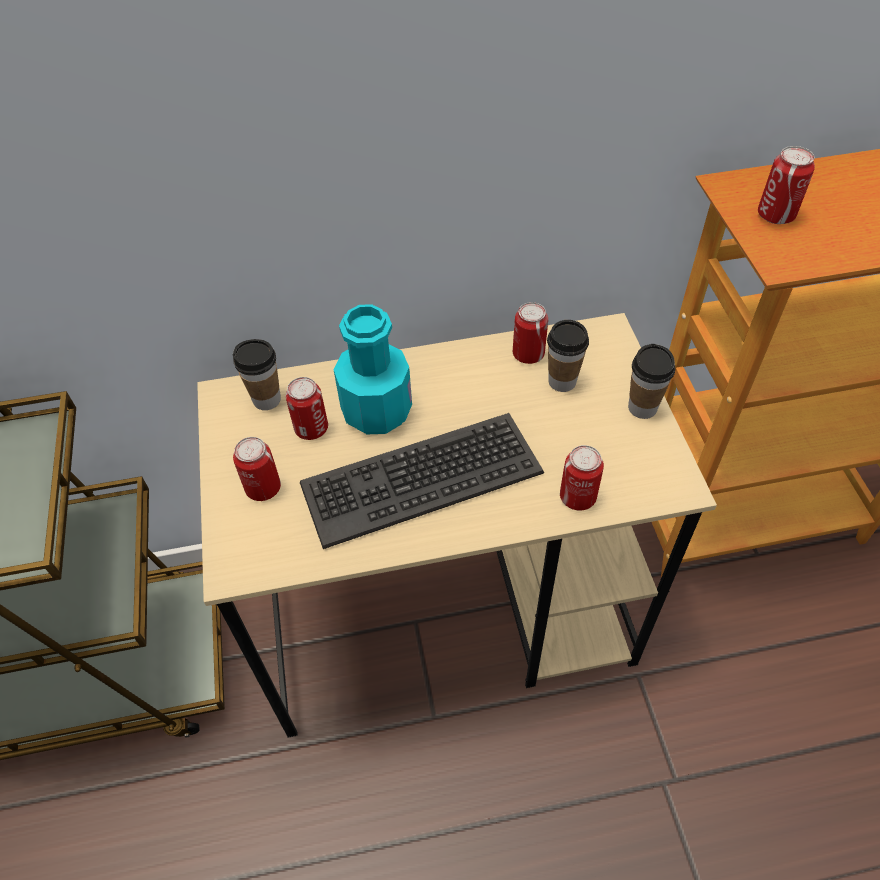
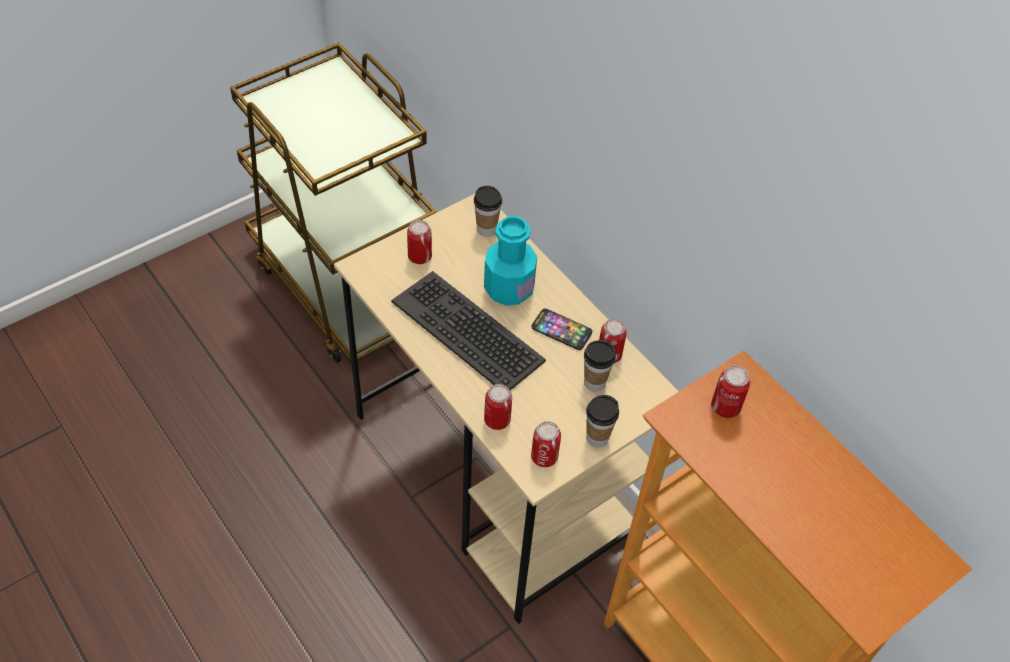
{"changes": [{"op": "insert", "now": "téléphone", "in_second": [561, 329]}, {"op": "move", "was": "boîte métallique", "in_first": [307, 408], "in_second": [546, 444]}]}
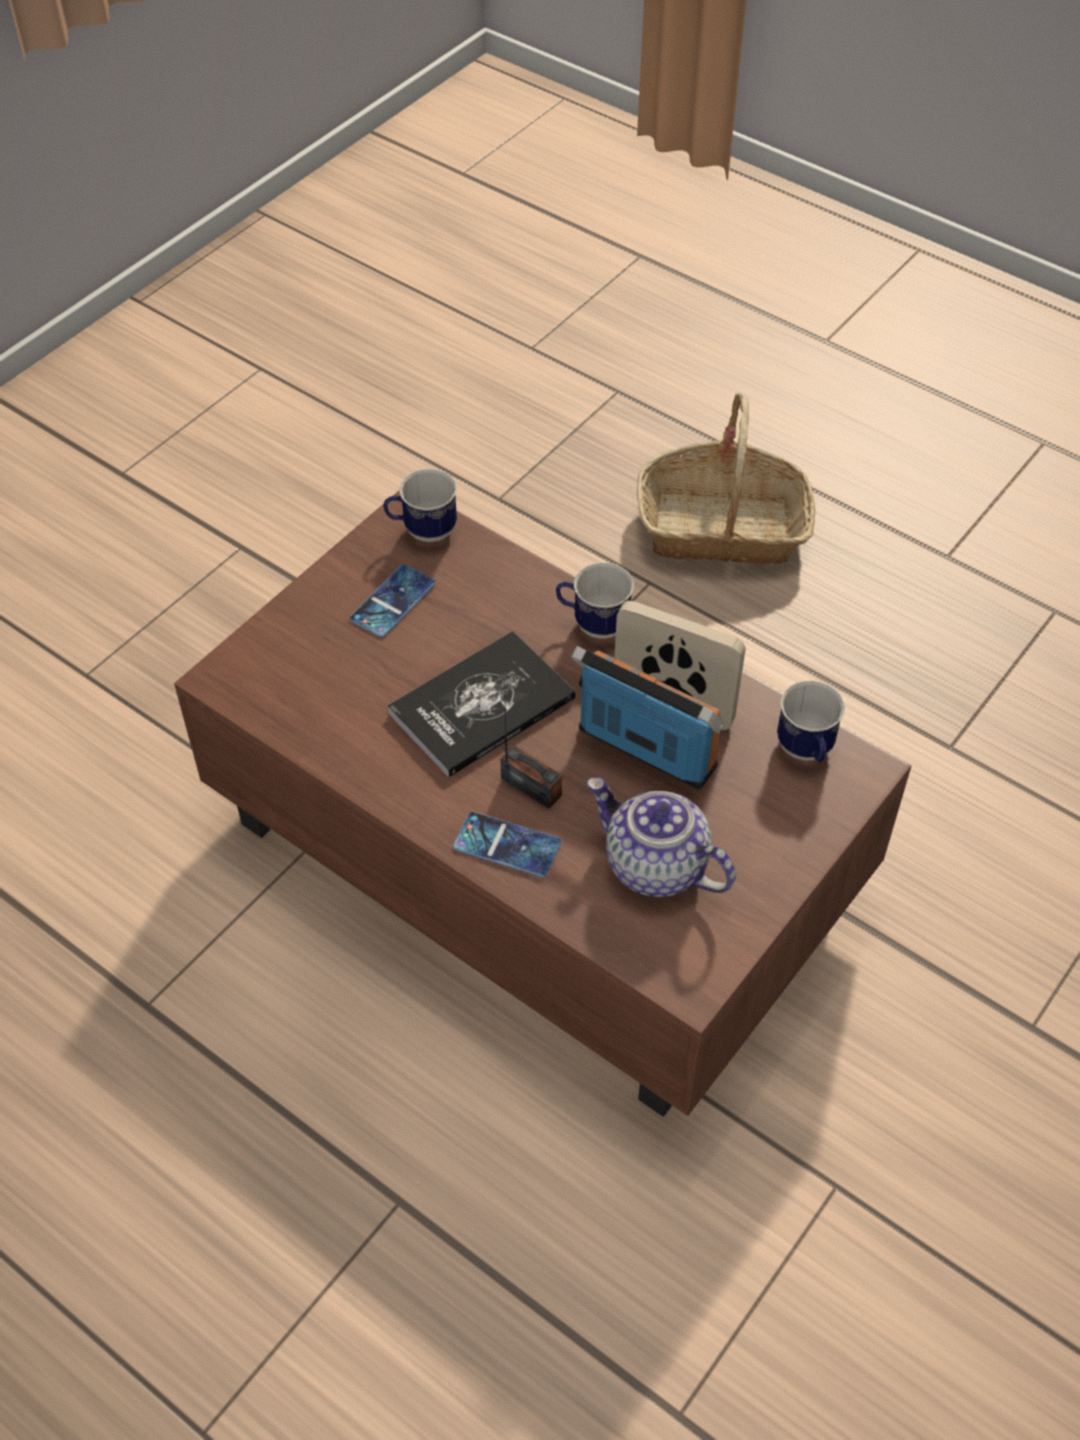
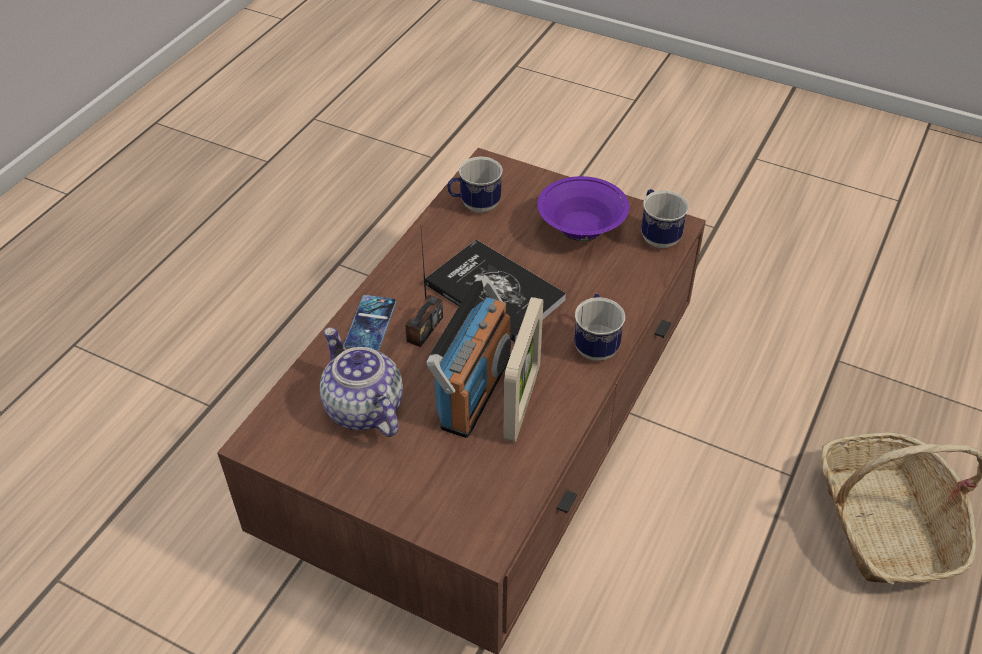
{"changes": [{"op": "rotate", "was": "théière", "in_first": [661, 837], "in_second": [361, 382], "clockwise": -60}, {"op": "move", "was": "mug", "in_first": [811, 721], "in_second": [475, 185]}, {"op": "replace", "was": "téléphone", "now": "bol/violet", "in_first": [393, 600], "in_second": [583, 208]}]}
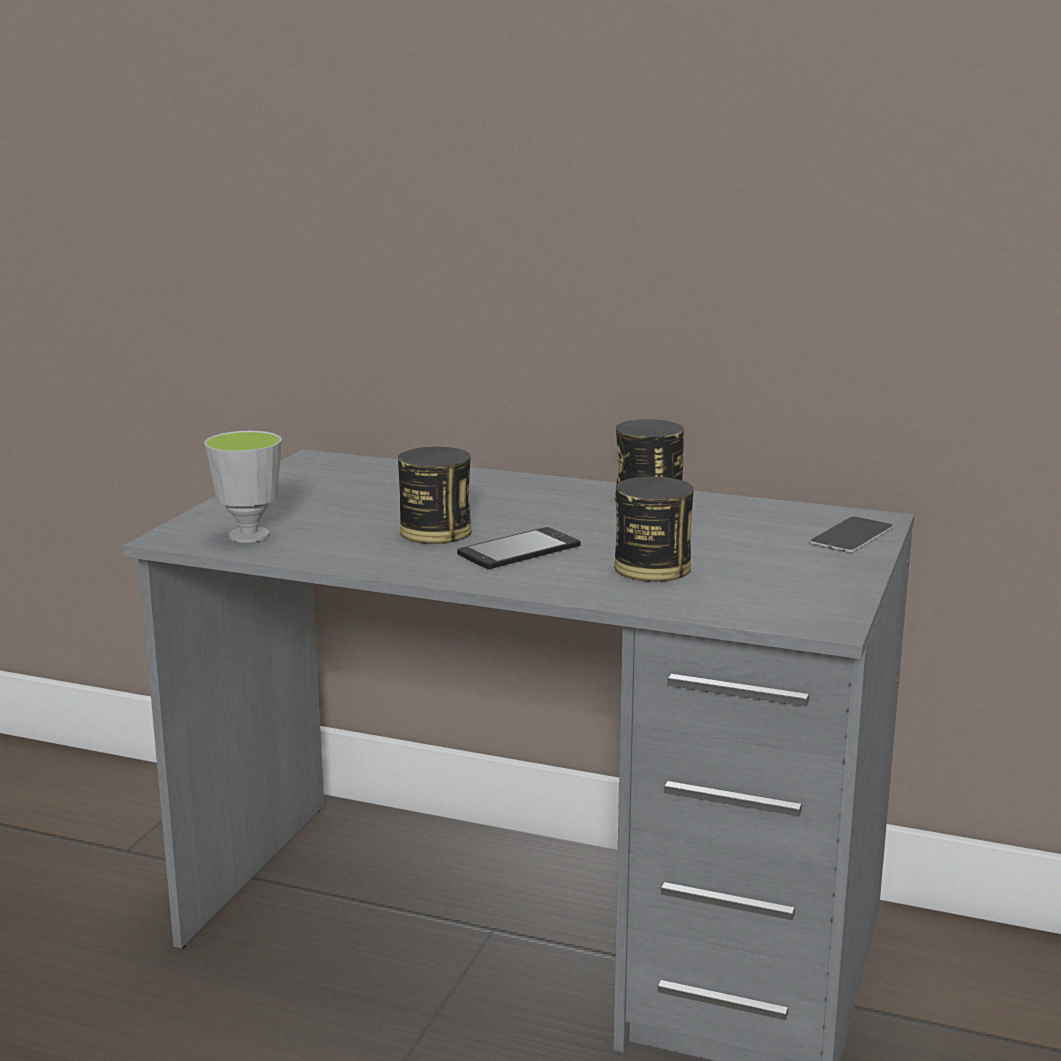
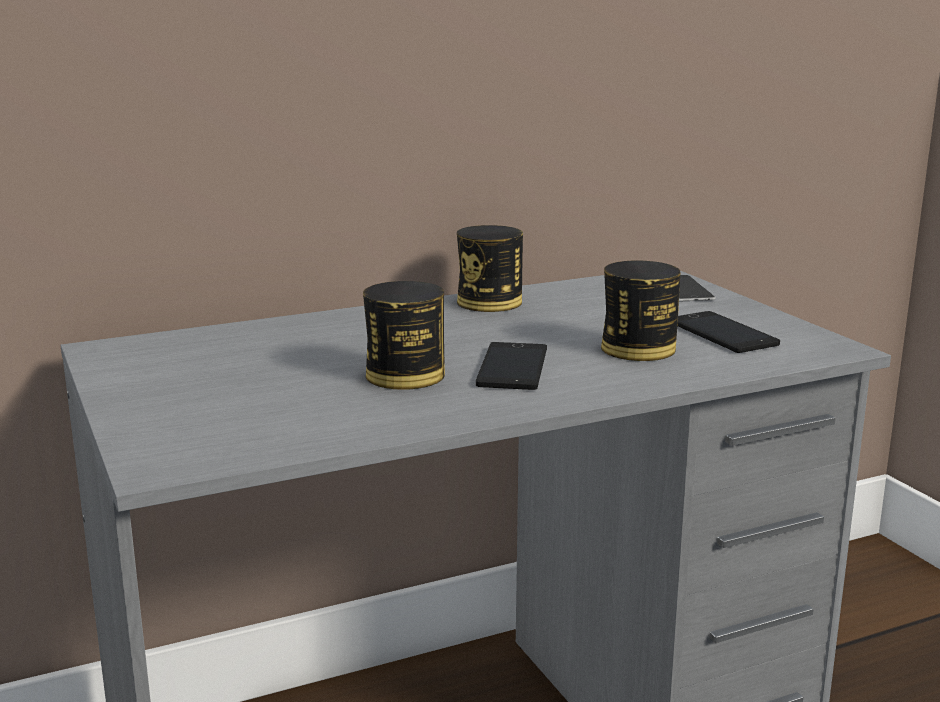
{"changes": [{"op": "insert", "now": "téléphone", "in_second": [728, 332]}, {"op": "delete", "was": "tasse", "in_first": [243, 487]}]}
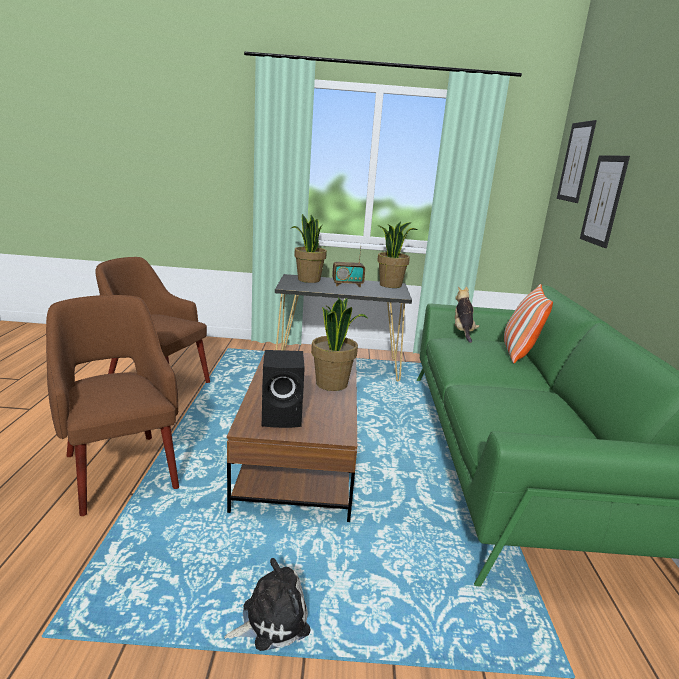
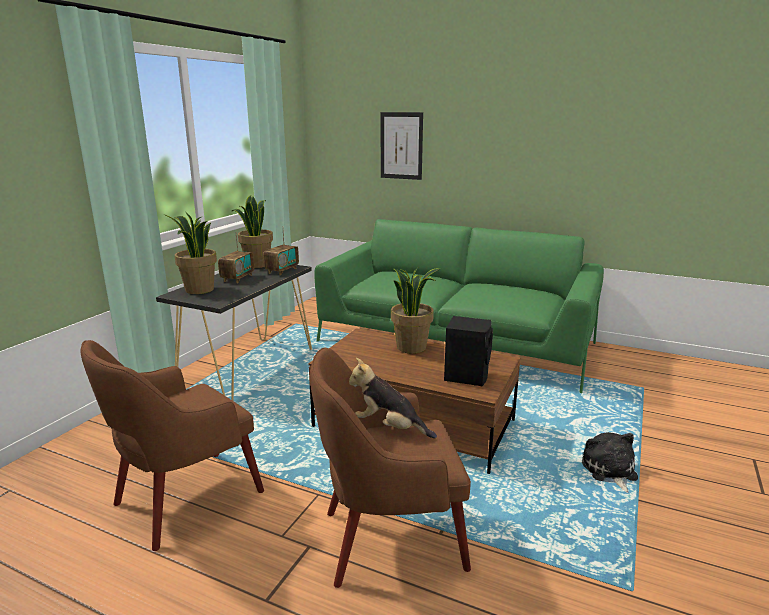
{"changes": [{"op": "insert", "now": "radio", "in_second": [281, 251]}, {"op": "move", "was": "peluche", "in_first": [466, 315], "in_second": [393, 398]}, {"op": "delete", "was": "coussin", "in_first": [528, 324]}, {"op": "delete", "was": "tableau", "in_first": [577, 161]}]}
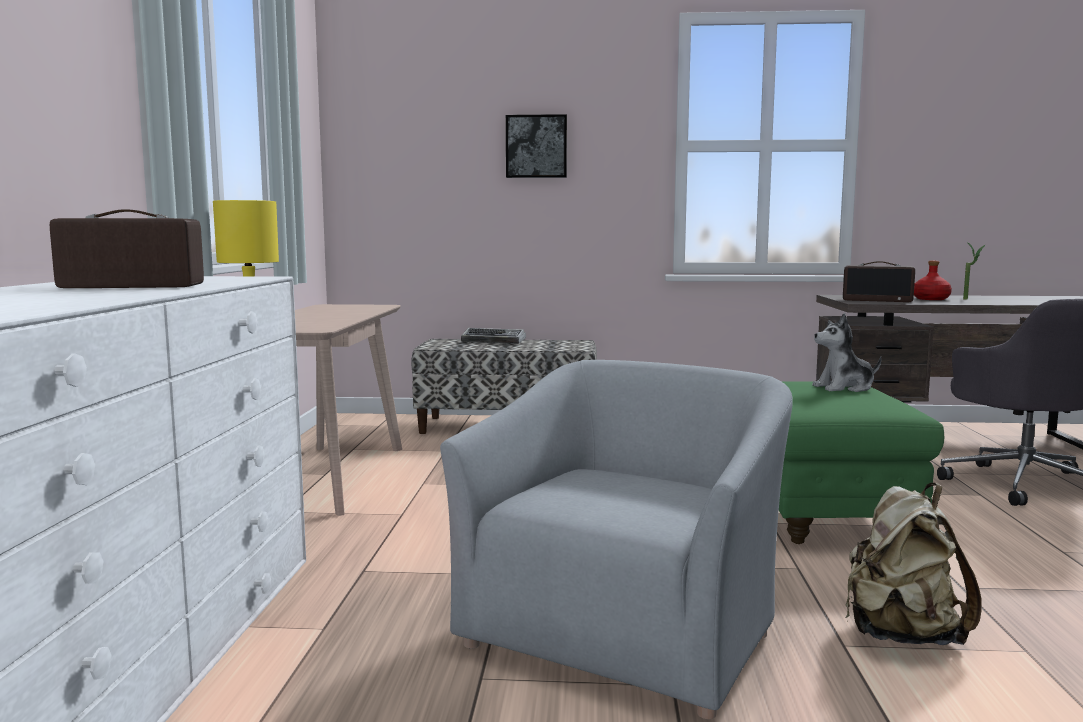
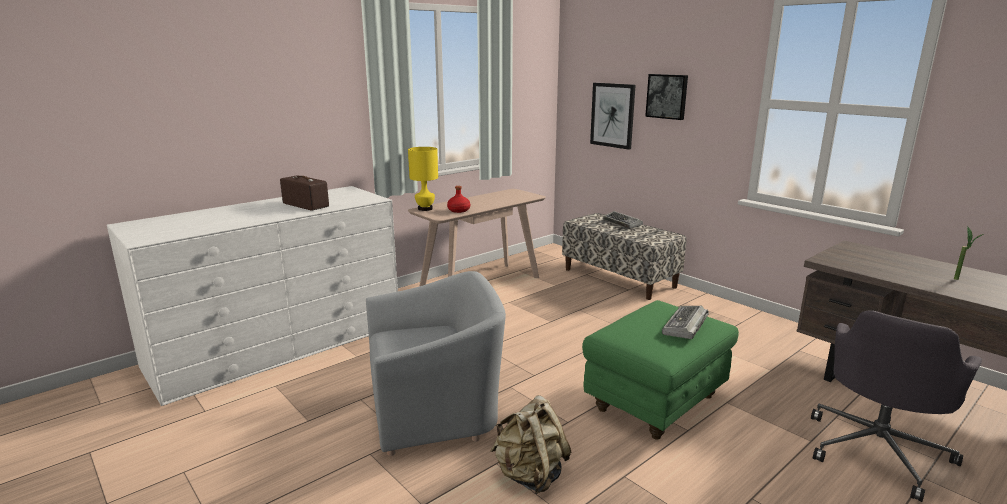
{"changes": [{"op": "move", "was": "bouteille/rouge", "in_first": [933, 280], "in_second": [458, 199]}, {"op": "insert", "now": "tableau", "in_second": [613, 116]}, {"op": "replace", "was": "peluche", "now": "clavier", "in_first": [847, 352], "in_second": [685, 322]}, {"op": "delete", "was": "radio", "in_first": [879, 281]}]}
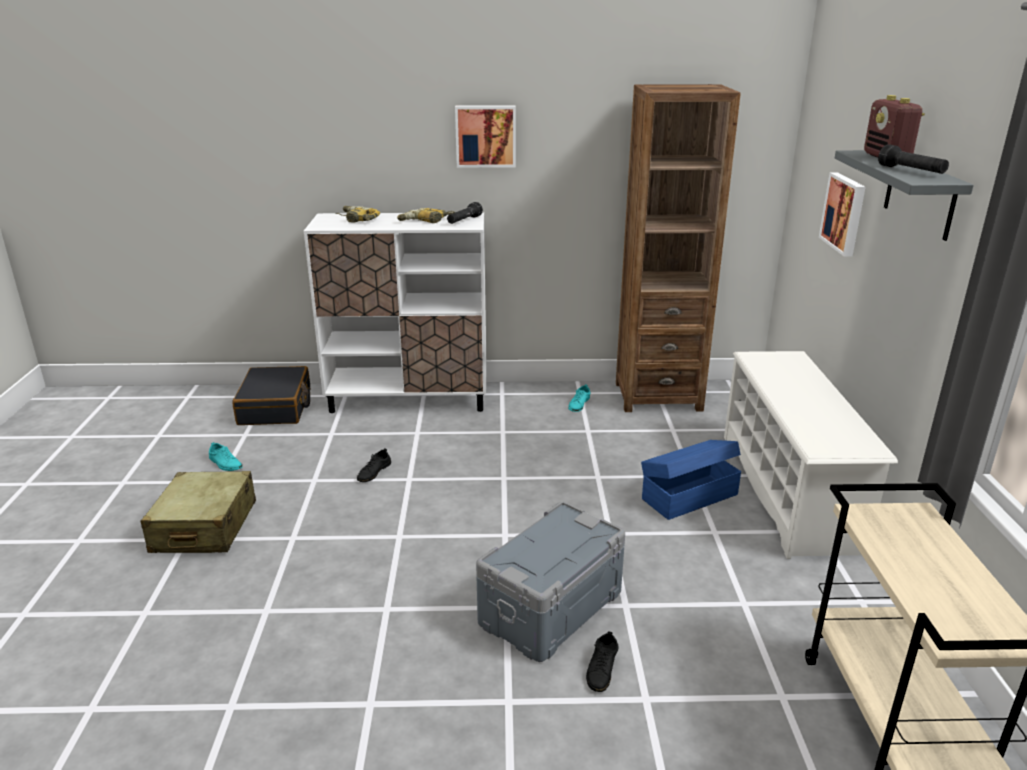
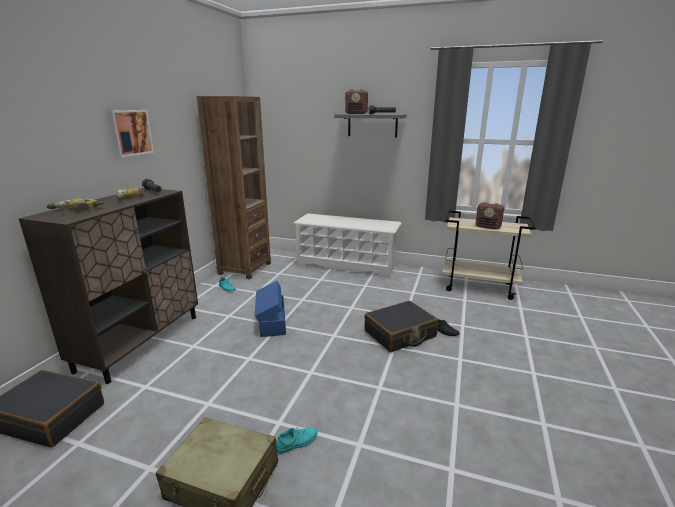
{"changes": [{"op": "recolor", "was": "meuble de rangement/blanc", "now": "meuble de rangement/marron", "in_first": [395, 313], "in_second": [108, 286]}, {"op": "move", "was": "boîte de rangement/bleu", "in_first": [691, 480], "in_second": [270, 309]}, {"op": "move", "was": "chaussure/turquoise", "in_first": [226, 456], "in_second": [297, 440]}, {"op": "replace", "was": "boîte de rangement/gris", "now": "valise/noir", "in_first": [550, 582], "in_second": [401, 326]}, {"op": "insert", "now": "radio", "in_second": [489, 216]}, {"op": "delete", "was": "chaussure/noir", "in_first": [374, 465]}, {"op": "delete", "was": "tableau", "in_first": [842, 214]}]}
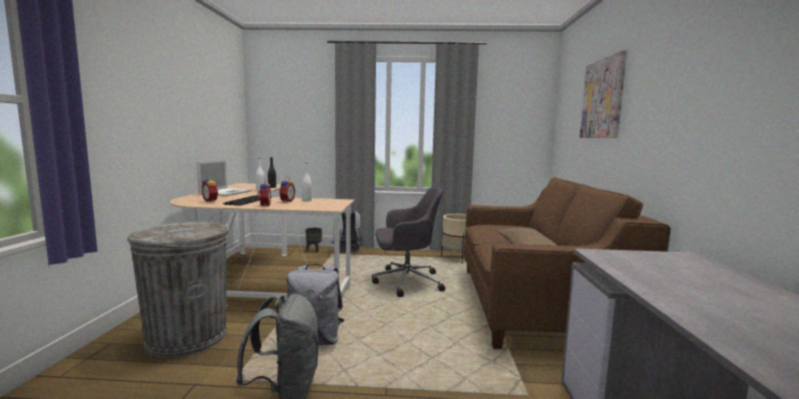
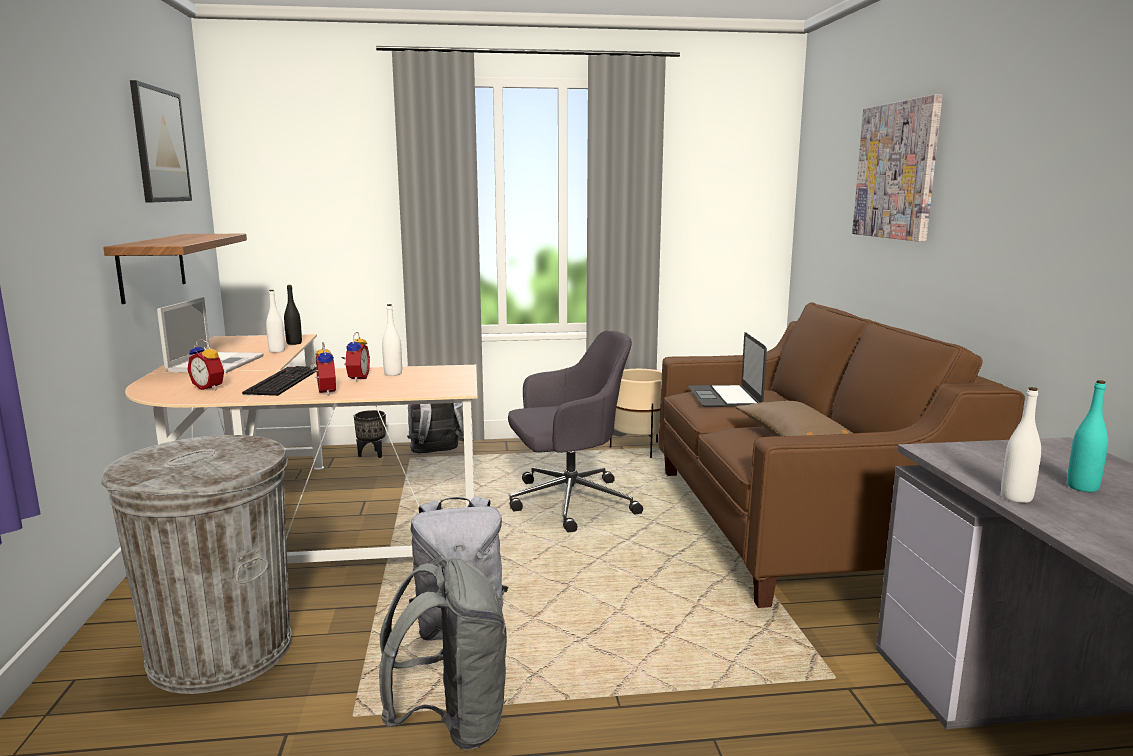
{"changes": [{"op": "insert", "now": "étagère", "in_second": [175, 269]}, {"op": "insert", "now": "tableau", "in_second": [161, 141]}, {"op": "insert", "now": "ordinateur portable", "in_second": [727, 369]}, {"op": "insert", "now": "bouteille/blanc", "in_second": [1021, 445]}, {"op": "insert", "now": "bouteille/turquoise", "in_second": [1087, 436]}]}
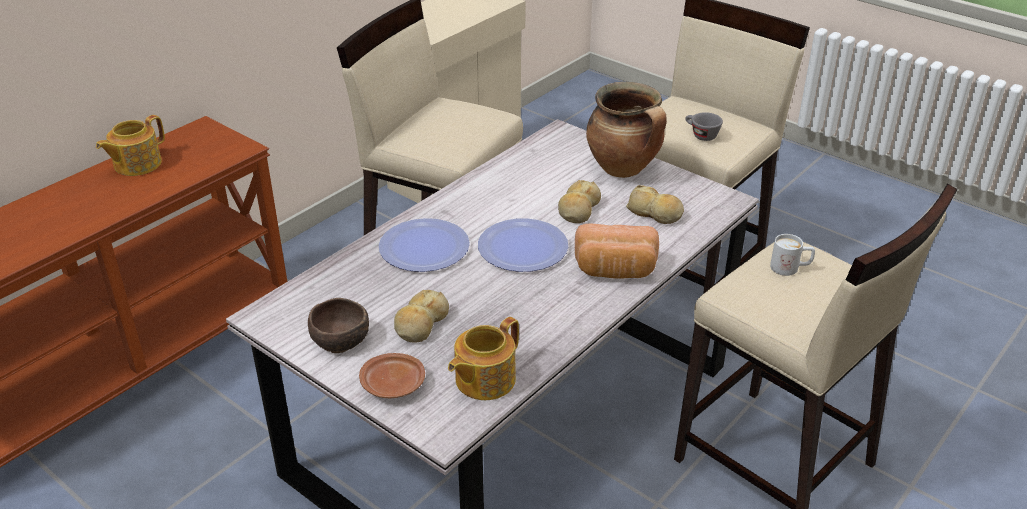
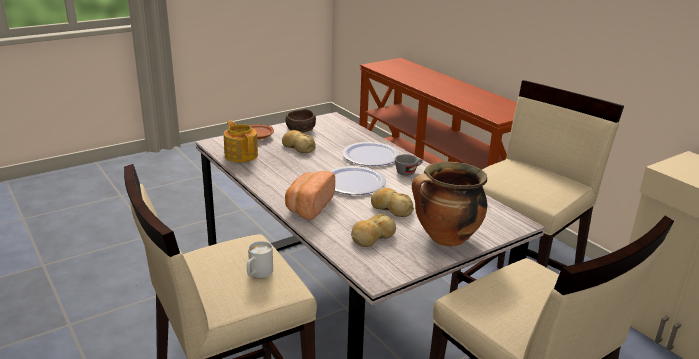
{"changes": [{"op": "move", "was": "tasse/gris", "in_first": [704, 126], "in_second": [409, 165]}, {"op": "delete", "was": "théière", "in_first": [130, 145]}]}
